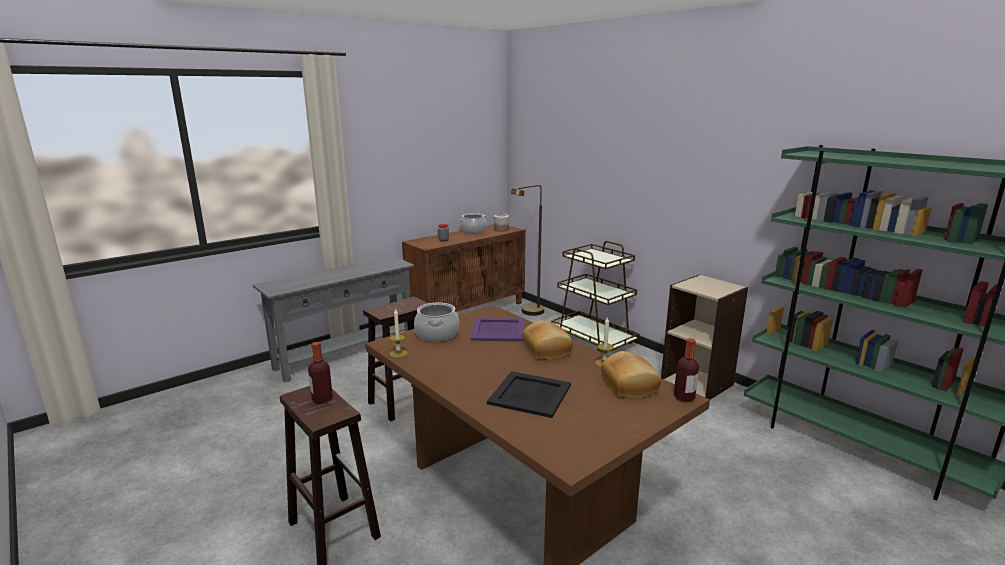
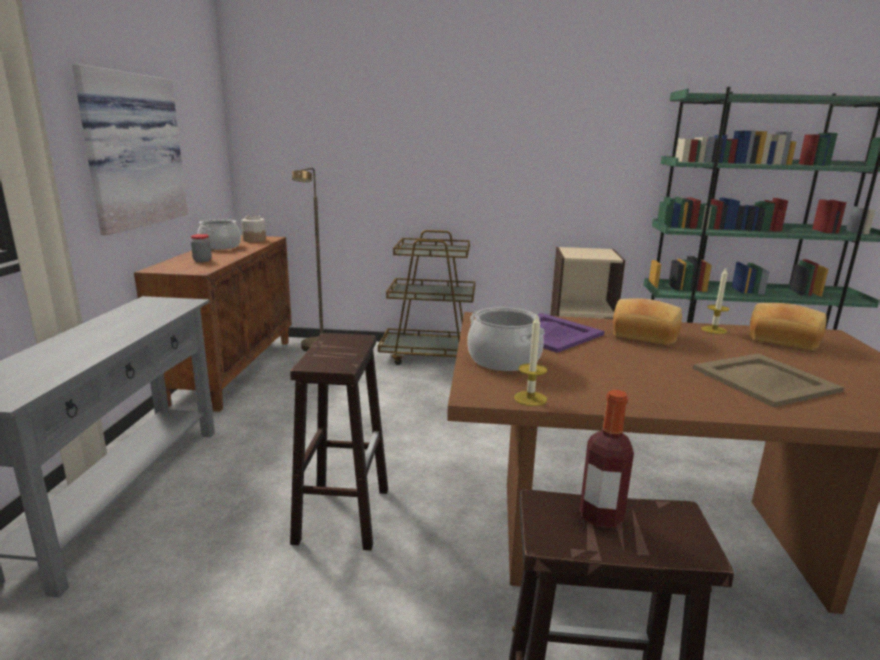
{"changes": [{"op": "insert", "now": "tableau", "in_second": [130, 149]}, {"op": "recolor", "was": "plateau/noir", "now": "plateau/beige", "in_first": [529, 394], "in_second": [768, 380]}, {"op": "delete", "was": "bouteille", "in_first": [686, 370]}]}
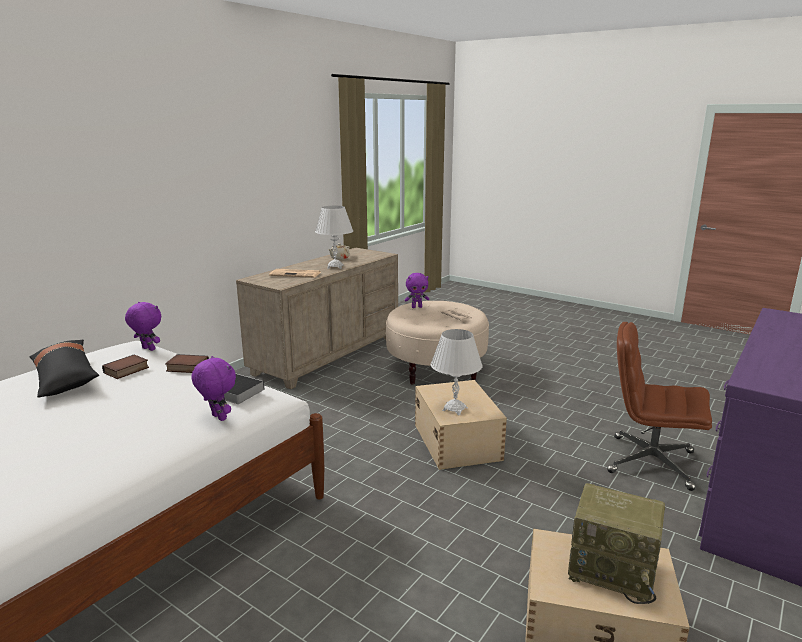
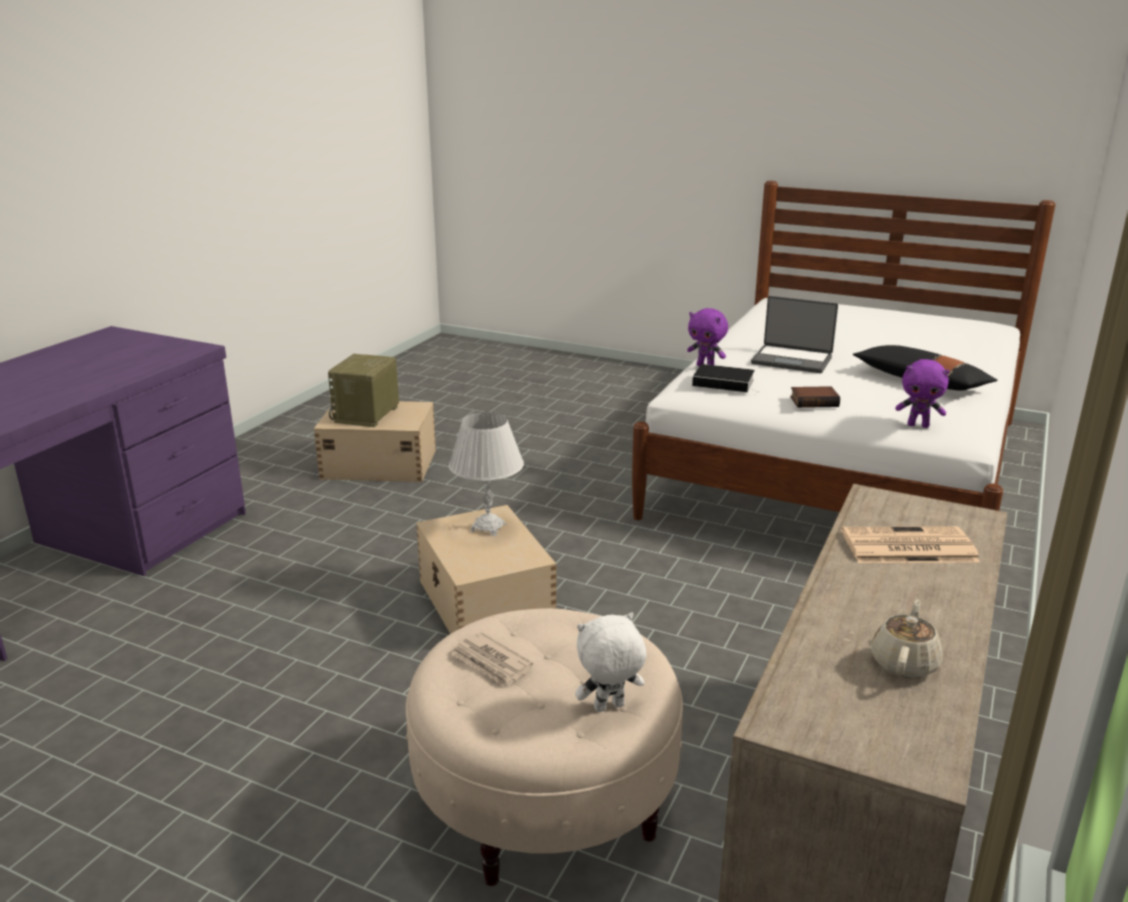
{"changes": [{"op": "rotate", "was": "radio", "in_first": [616, 543], "in_second": [363, 390], "clockwise": -90}, {"op": "recolor", "was": "peluche/violet", "now": "peluche/blanc", "in_first": [417, 290], "in_second": [611, 662]}, {"op": "insert", "now": "ordinateur portable", "in_second": [794, 334]}, {"op": "delete", "was": "livre", "in_first": [125, 367]}, {"op": "delete", "was": "lampe de table/blanc", "in_first": [334, 237]}, {"op": "delete", "was": "chaise de bureau/marron", "in_first": [659, 406]}]}
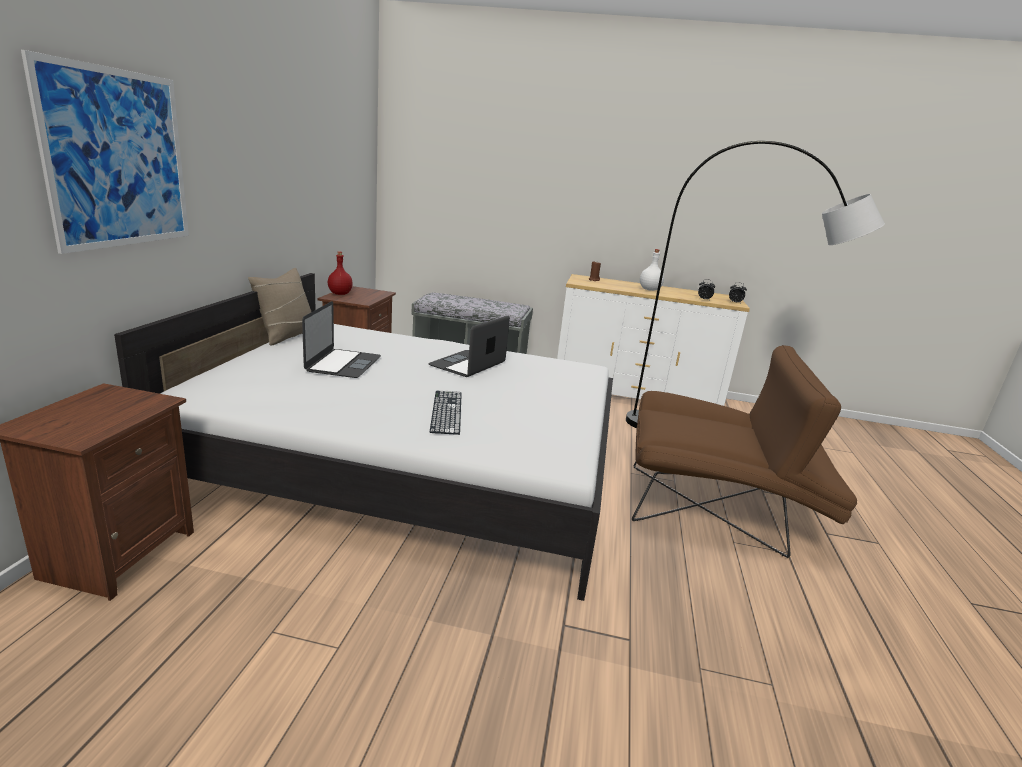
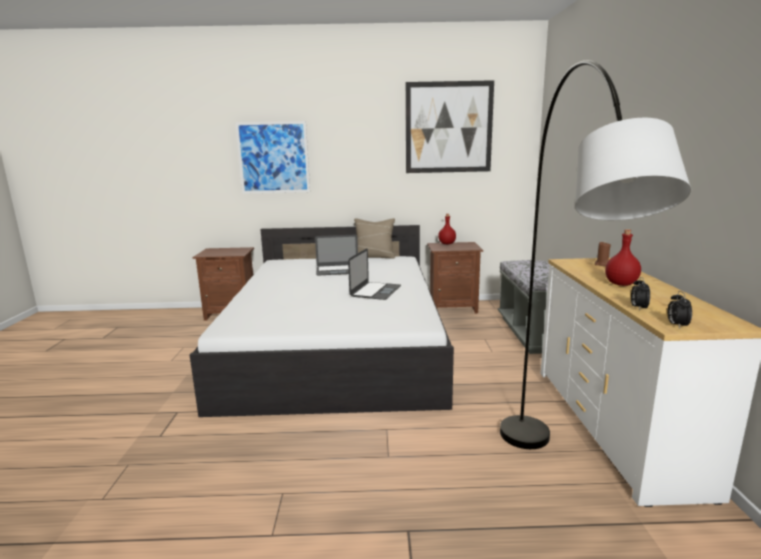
{"changes": [{"op": "rotate", "was": "ordinateur portable", "in_first": [469, 346], "in_second": [374, 274], "clockwise": 90}, {"op": "insert", "now": "tableau", "in_second": [450, 126]}, {"op": "recolor", "was": "bouteille/blanc", "now": "bouteille/rouge", "in_first": [652, 270], "in_second": [623, 257]}, {"op": "delete", "was": "clavier", "in_first": [446, 413]}, {"op": "delete", "was": "fauteuil/marron", "in_first": [744, 451]}]}
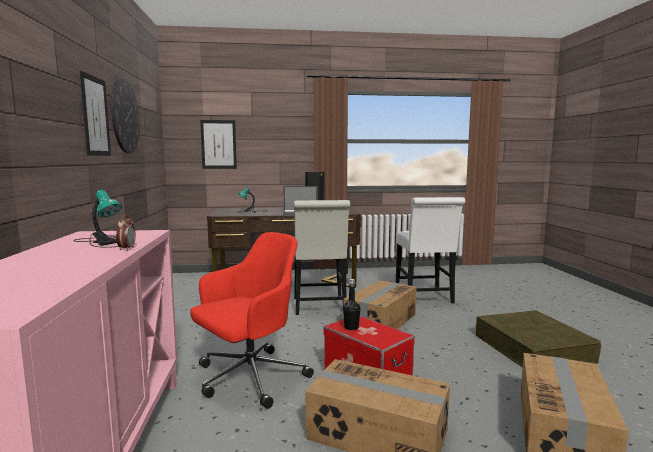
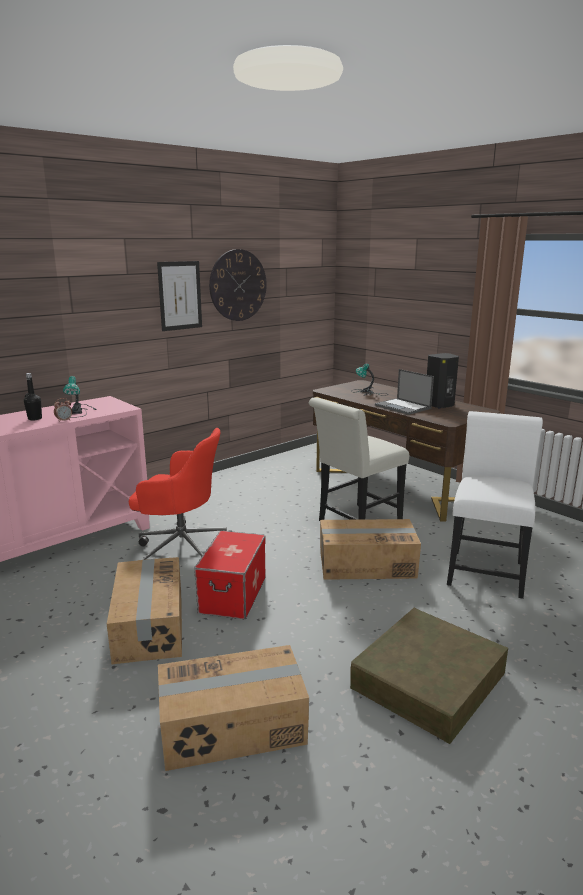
{"changes": [{"op": "move", "was": "bouteille/noir", "in_first": [351, 304], "in_second": [33, 397]}, {"op": "rotate", "was": "chaise/blanc", "in_first": [430, 250], "in_second": [495, 505], "clockwise": 150}, {"op": "delete", "was": "tableau", "in_first": [218, 144]}]}
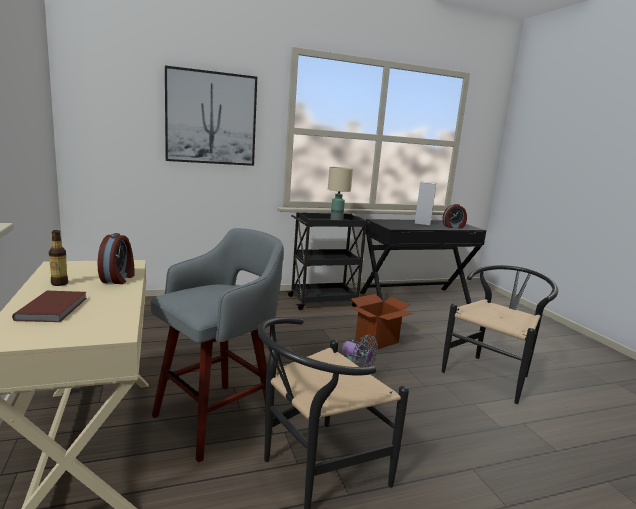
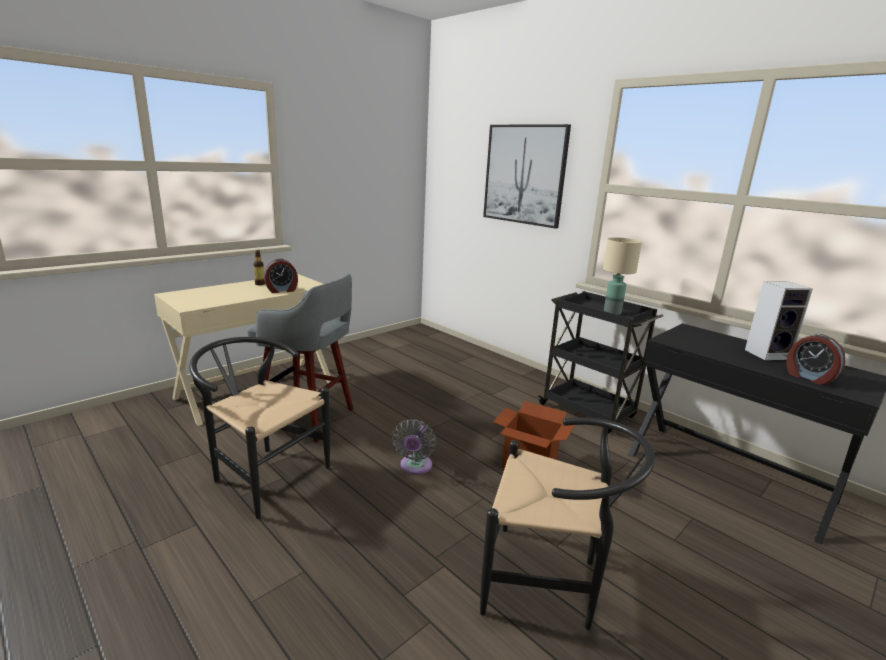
{"changes": [{"op": "delete", "was": "livre/marron", "in_first": [49, 306]}]}
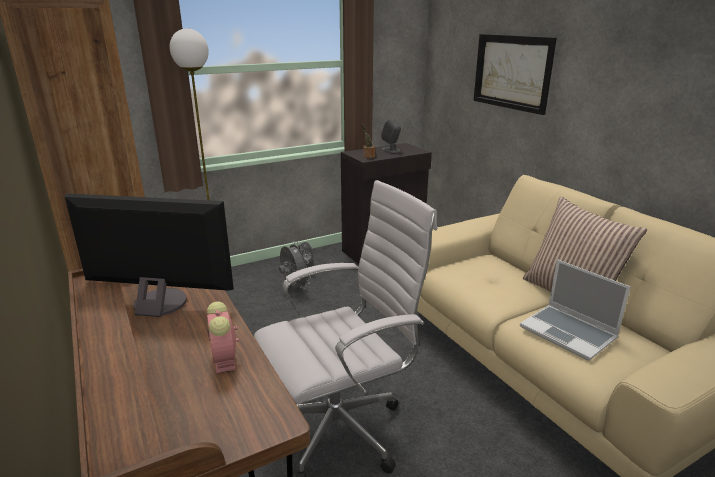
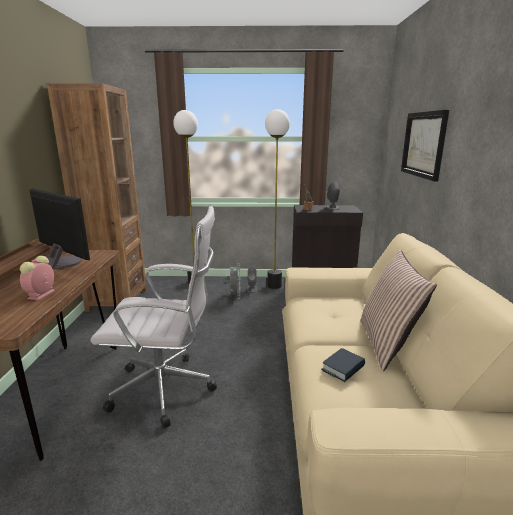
{"changes": [{"op": "insert", "now": "lampadaire", "in_second": [277, 199]}, {"op": "replace", "was": "ordinateur portable", "now": "livre", "in_first": [575, 310], "in_second": [343, 365]}]}
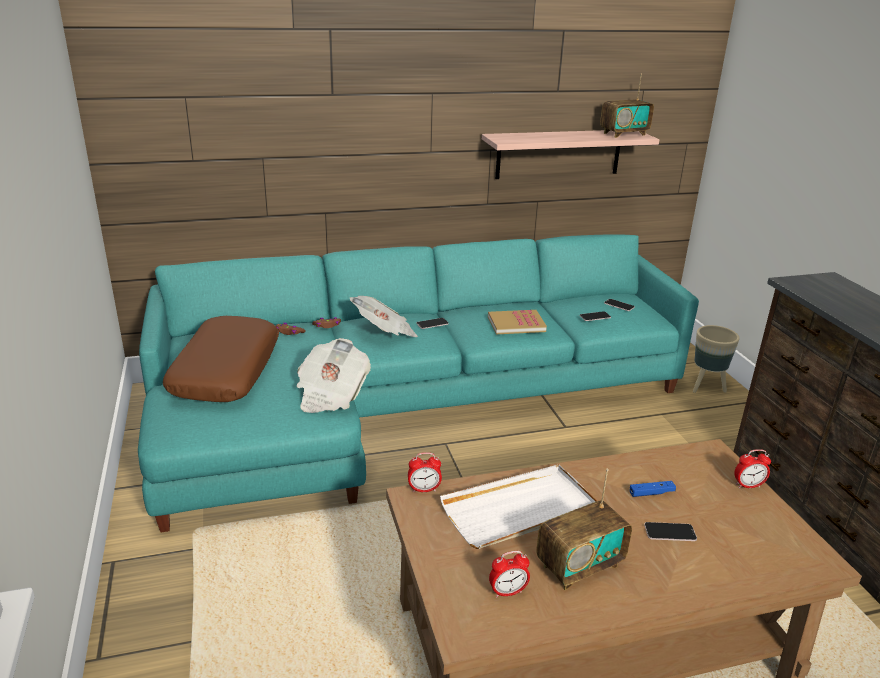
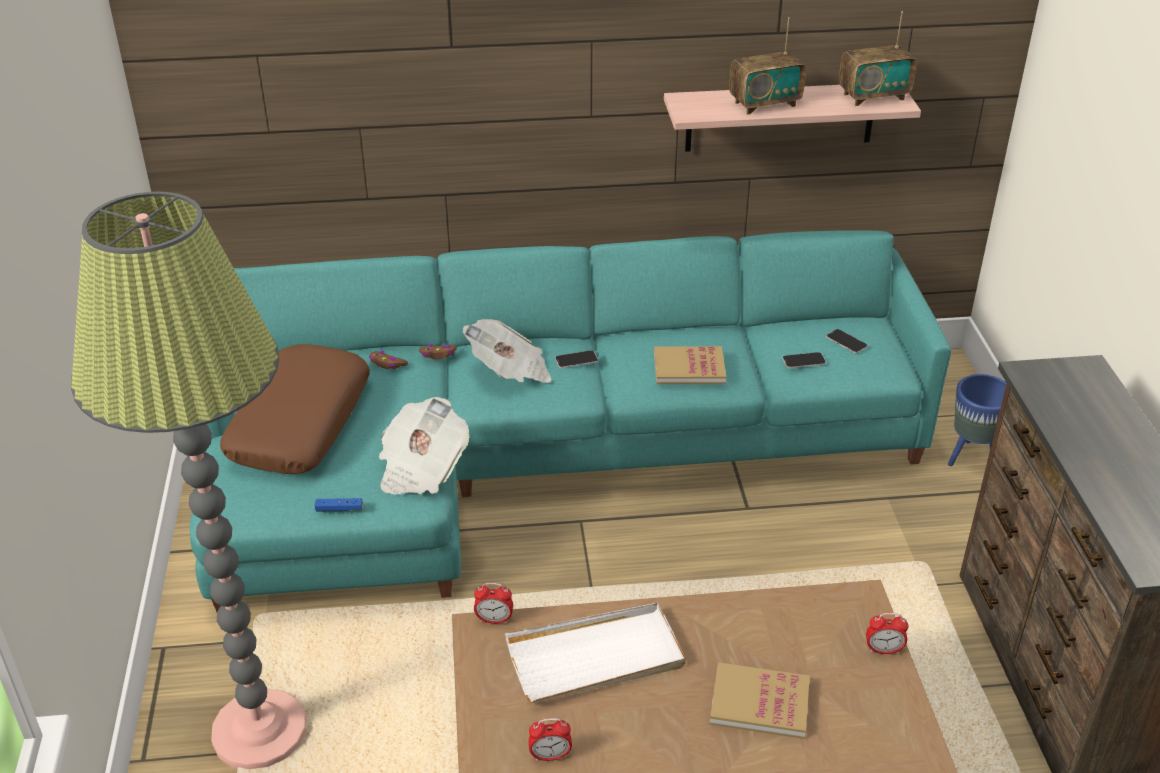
{"changes": [{"op": "insert", "now": "lampadaire", "in_second": [189, 480]}, {"op": "move", "was": "manette/bleu", "in_first": [653, 489], "in_second": [338, 504]}, {"op": "replace", "was": "téléphone", "now": "livre", "in_first": [670, 531], "in_second": [759, 700]}, {"op": "move", "was": "radio", "in_first": [584, 529], "in_second": [767, 66]}, {"op": "recolor", "was": "cache-pot/beige", "now": "cache-pot/bleu", "in_first": [716, 359], "in_second": [977, 420]}]}
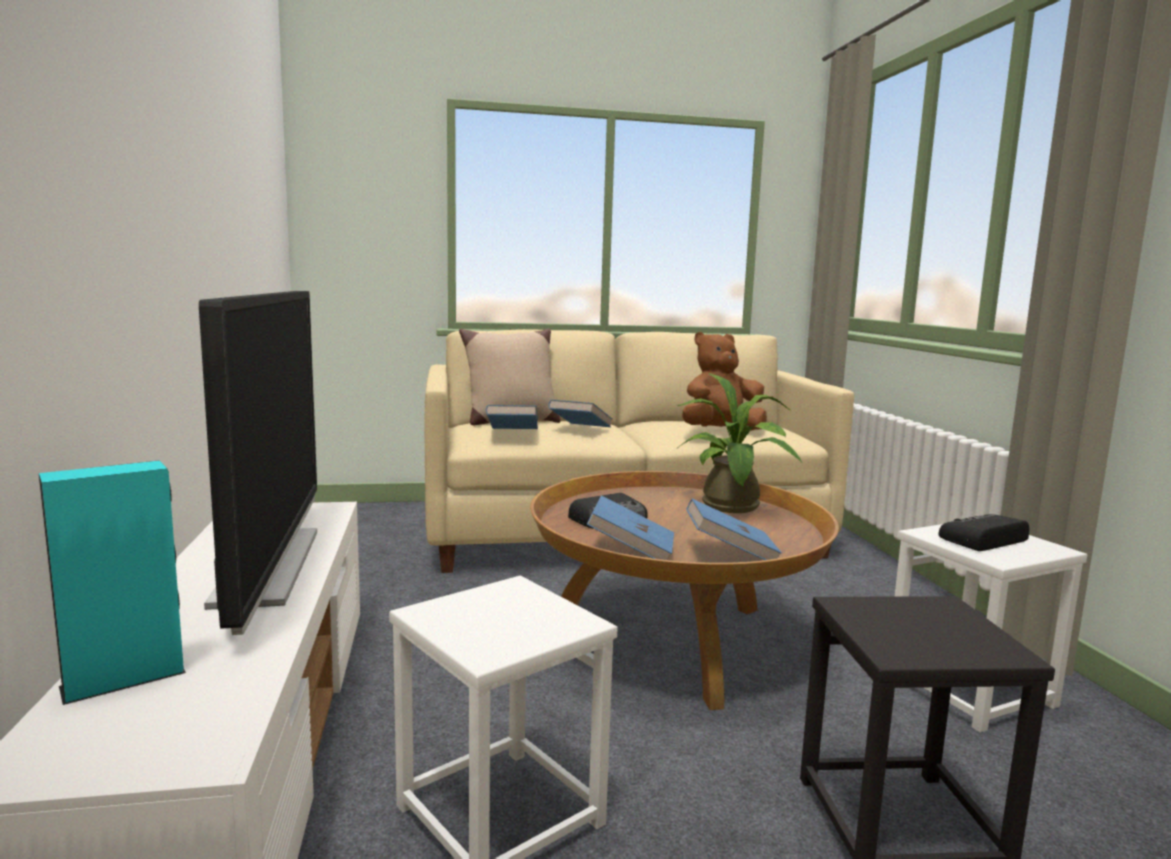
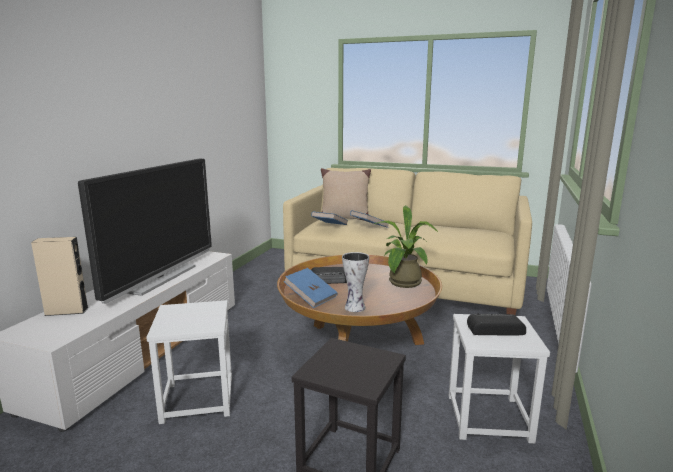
{"changes": [{"op": "recolor", "was": "enceinte/turquoise", "now": "enceinte/beige", "in_first": [112, 582], "in_second": [60, 276]}, {"op": "replace", "was": "livre/bleu", "now": "vase", "in_first": [734, 529], "in_second": [355, 282]}, {"op": "delete", "was": "peluche/marron", "in_first": [724, 381]}]}
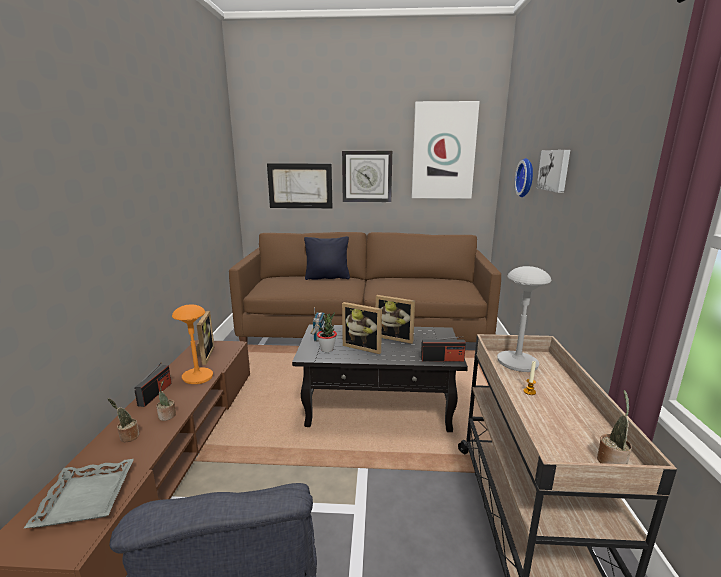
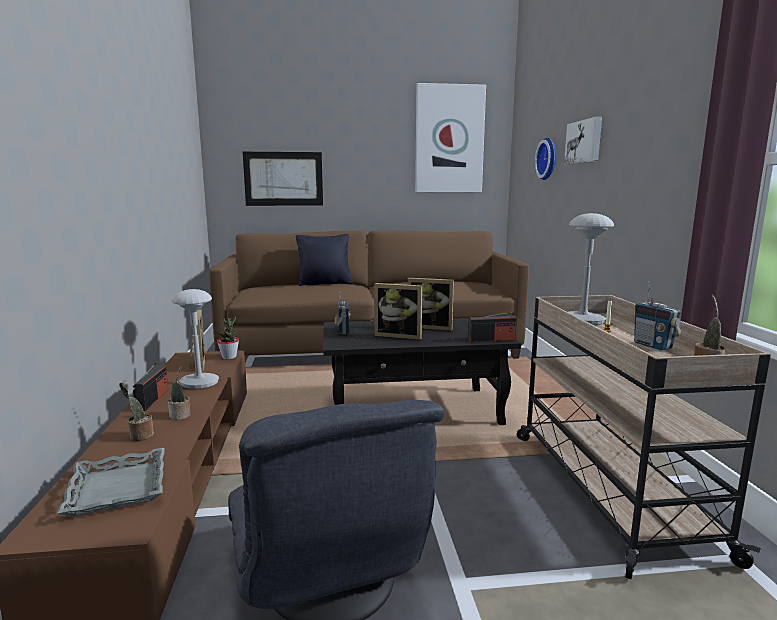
{"changes": [{"op": "recolor", "was": "lampe de table/orange", "now": "lampe de table/gris", "in_first": [192, 344], "in_second": [195, 339]}, {"op": "move", "was": "plante en pot", "in_first": [327, 332], "in_second": [228, 337]}, {"op": "insert", "now": "radio", "in_second": [657, 315]}, {"op": "delete", "was": "horloge murale", "in_first": [367, 176]}]}
